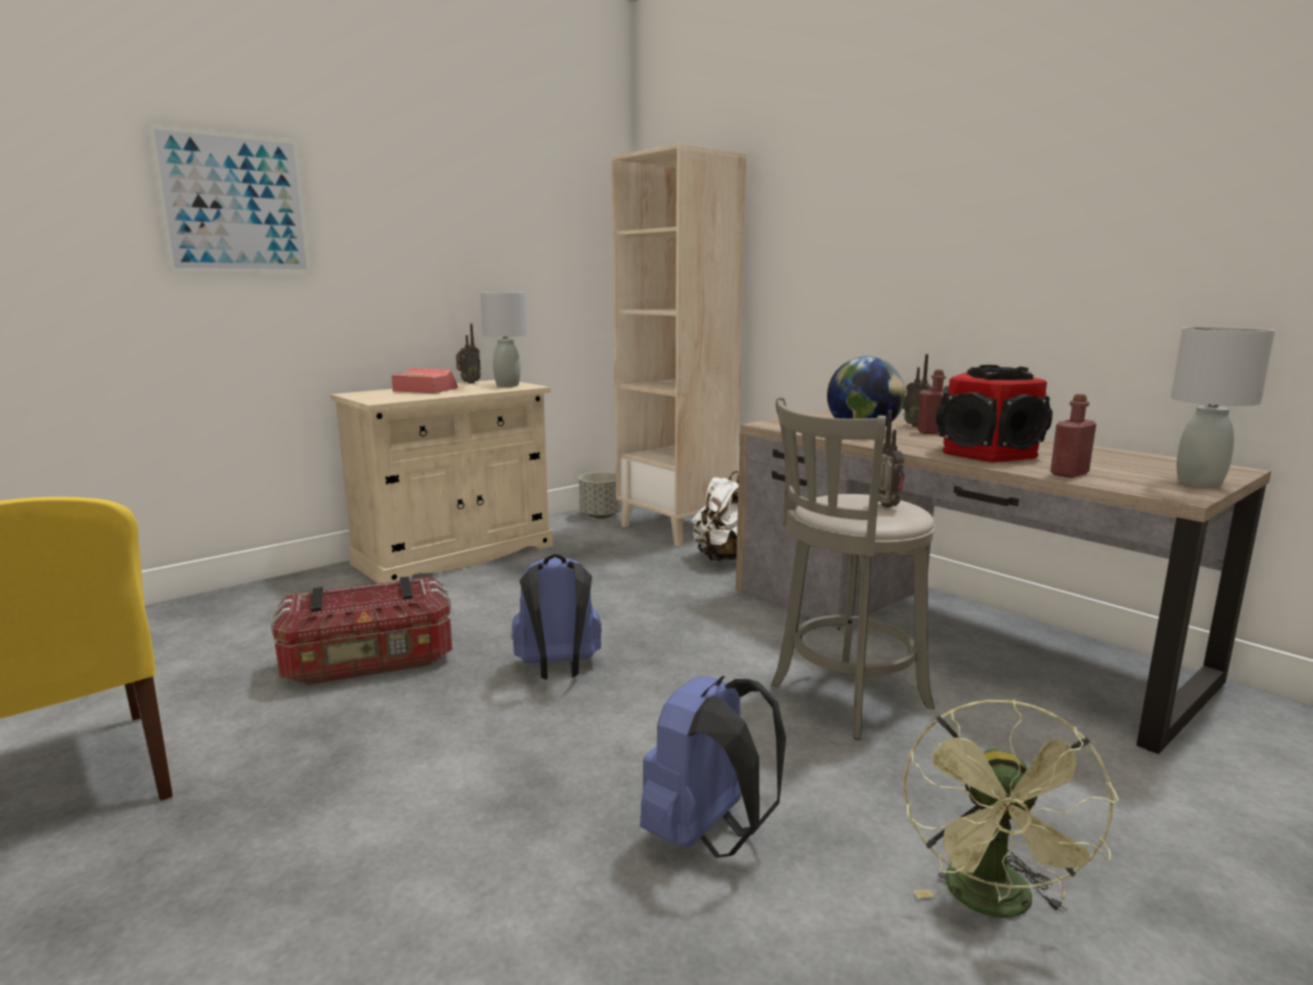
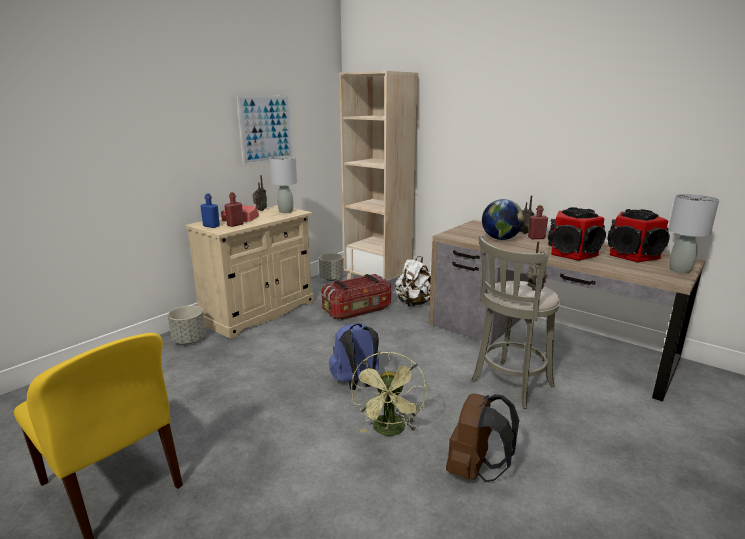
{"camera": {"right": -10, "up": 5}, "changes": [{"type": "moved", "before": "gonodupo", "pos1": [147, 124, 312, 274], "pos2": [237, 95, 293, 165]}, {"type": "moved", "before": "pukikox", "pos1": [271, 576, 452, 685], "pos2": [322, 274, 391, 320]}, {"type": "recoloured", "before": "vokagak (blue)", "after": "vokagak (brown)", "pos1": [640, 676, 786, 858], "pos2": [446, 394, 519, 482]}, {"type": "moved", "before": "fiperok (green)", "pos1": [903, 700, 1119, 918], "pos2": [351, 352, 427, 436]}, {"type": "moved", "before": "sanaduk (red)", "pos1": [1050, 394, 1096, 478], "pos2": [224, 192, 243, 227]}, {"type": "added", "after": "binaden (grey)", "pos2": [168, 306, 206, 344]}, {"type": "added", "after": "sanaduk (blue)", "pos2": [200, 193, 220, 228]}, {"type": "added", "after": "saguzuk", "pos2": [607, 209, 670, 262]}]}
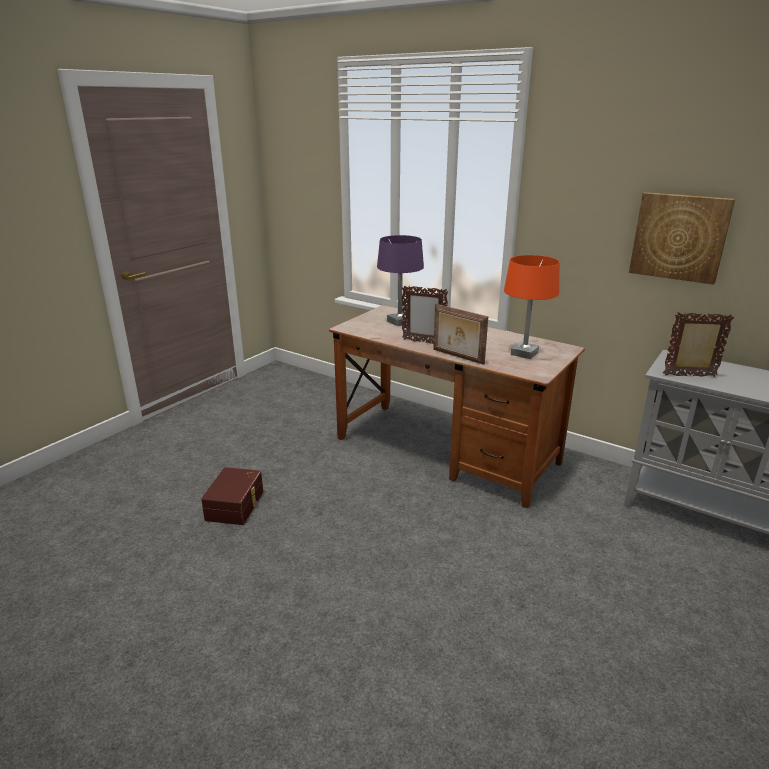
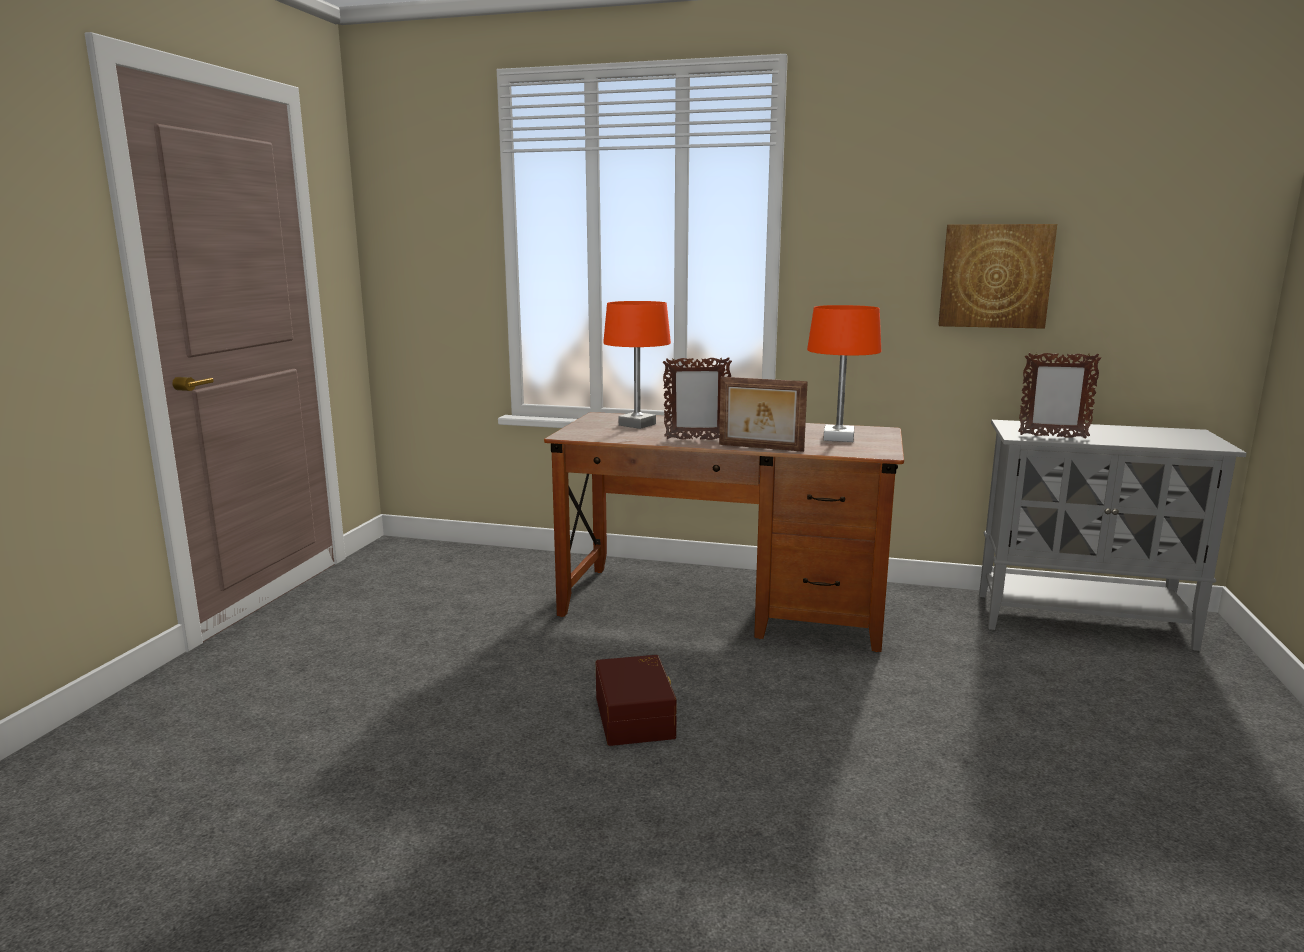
{"camera": {"right": -20, "up": -10}, "changes": [{"type": "moved", "before": "pukikox (brown)", "pos1": [201, 467, 263, 525], "pos2": [596, 655, 677, 746]}, {"type": "recoloured", "before": "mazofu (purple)", "after": "mazofu (orange)", "pos1": [377, 235, 424, 326], "pos2": [603, 301, 671, 429]}, {"type": "turned", "before": "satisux", "pos1": [663, 312, 734, 377], "pos2": [1018, 353, 1101, 439], "turn": -150}]}
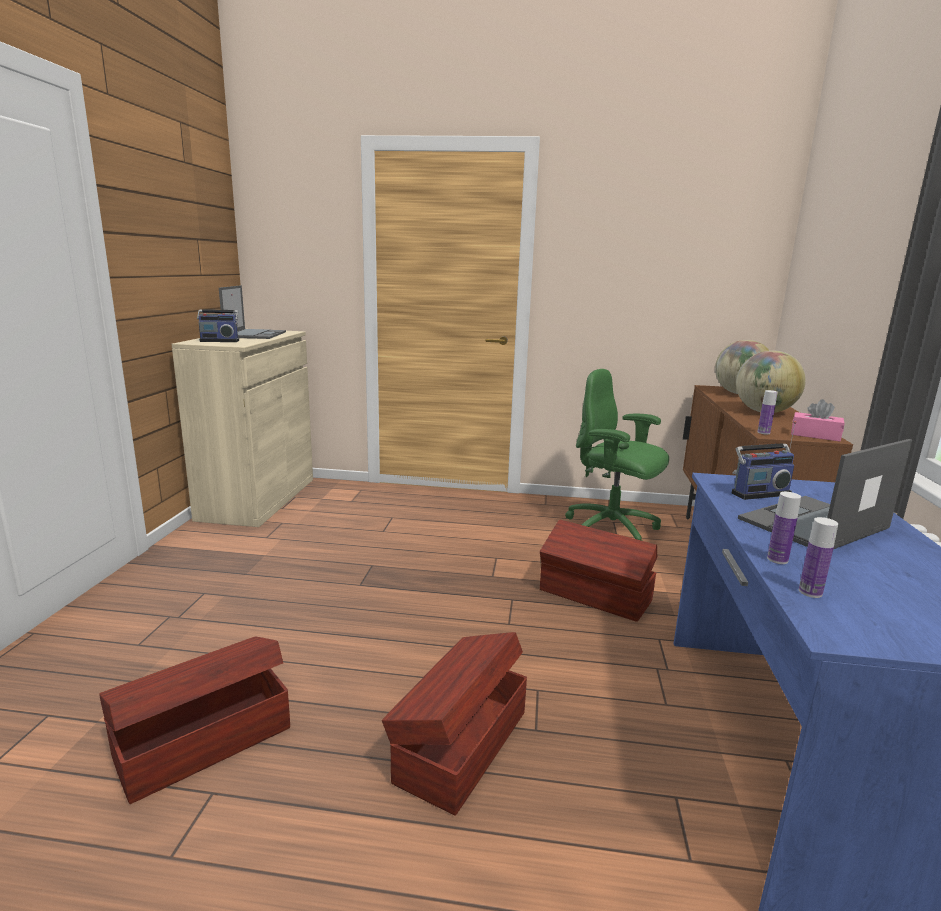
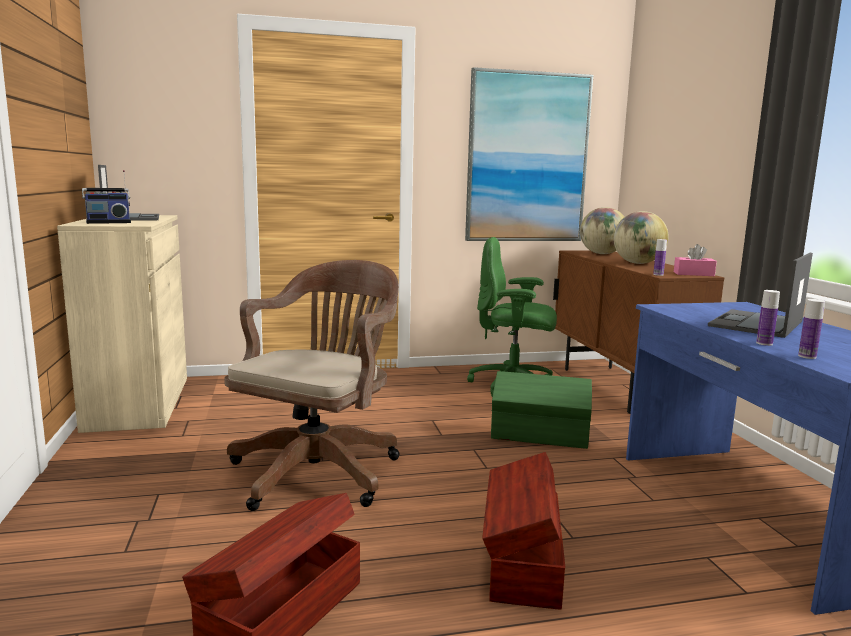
{"camera": {"right": -20, "up": -5}, "changes": [{"type": "recoloured", "before": "pukikox (brown)", "after": "pukikox (green)", "pos1": [540, 519, 658, 622], "pos2": [491, 371, 592, 449]}, {"type": "removed", "before": "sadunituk", "pos1": [732, 421, 797, 500]}, {"type": "added", "after": "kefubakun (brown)", "pos2": [224, 260, 400, 511]}, {"type": "added", "after": "gonodupo", "pos2": [465, 67, 593, 241]}]}
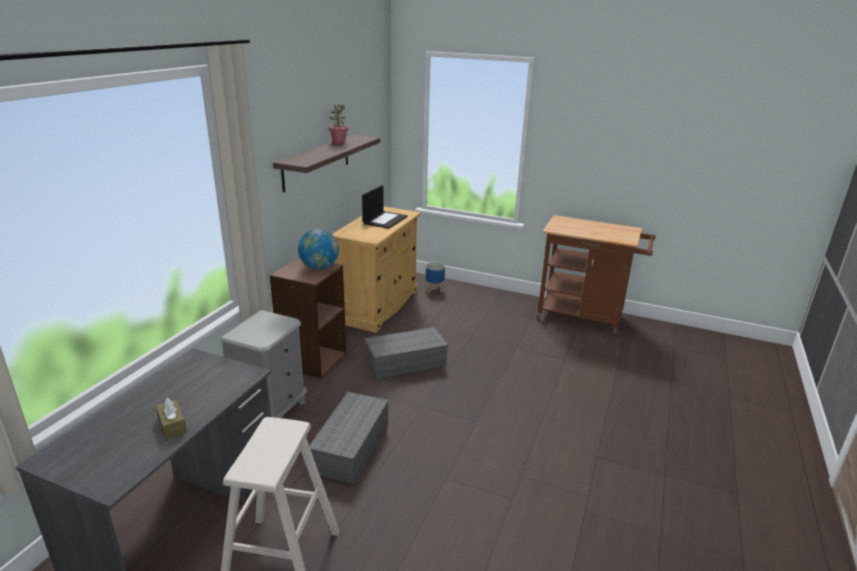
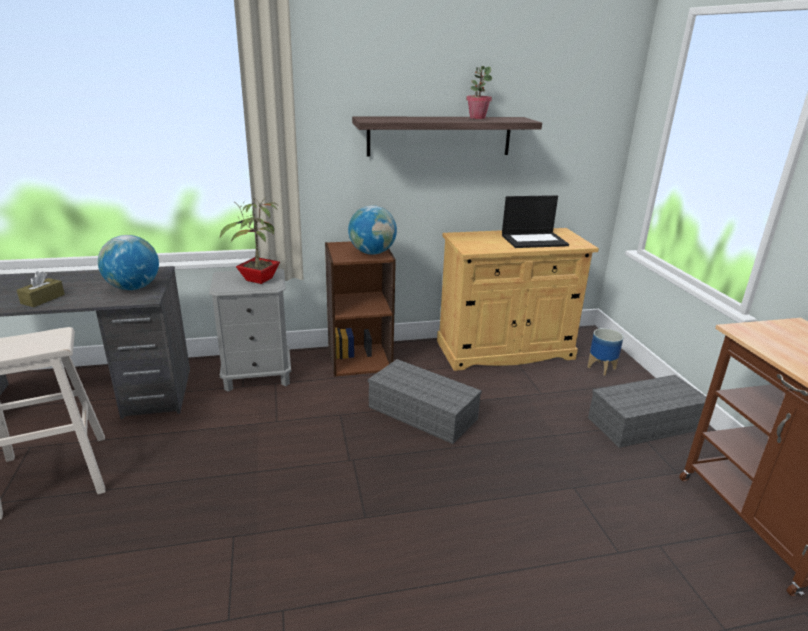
{"camera": {"right": 55, "up": 0}, "changes": [{"type": "moved", "before": "pukikox (grey)", "pos1": [309, 392, 389, 484], "pos2": [588, 375, 706, 448]}, {"type": "added", "after": "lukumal", "pos2": [98, 235, 159, 290]}, {"type": "added", "after": "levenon", "pos2": [220, 197, 280, 284]}]}
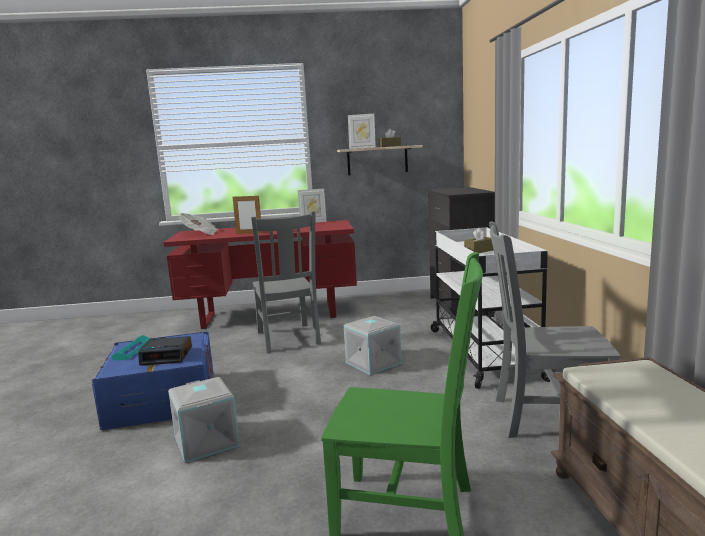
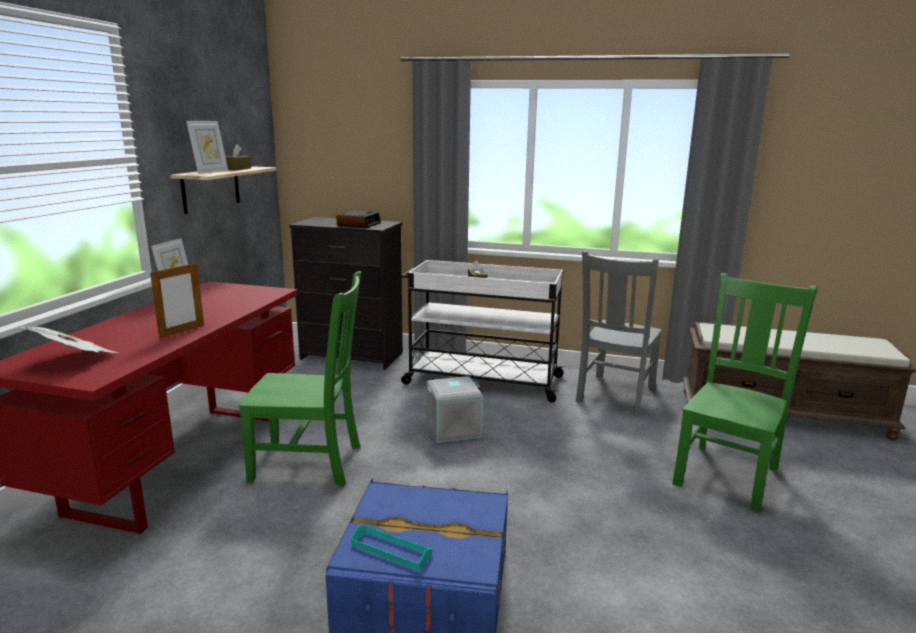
{"camera": {"right": -70, "up": 5}, "changes": [{"type": "moved", "before": "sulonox", "pos1": [138, 336, 192, 366], "pos2": [336, 211, 381, 228]}, {"type": "removed", "before": "pukikox (grey)", "pos1": [168, 377, 240, 463]}, {"type": "recoloured", "before": "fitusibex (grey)", "after": "fitusibex (green)", "pos1": [251, 211, 321, 353], "pos2": [239, 271, 361, 486]}]}
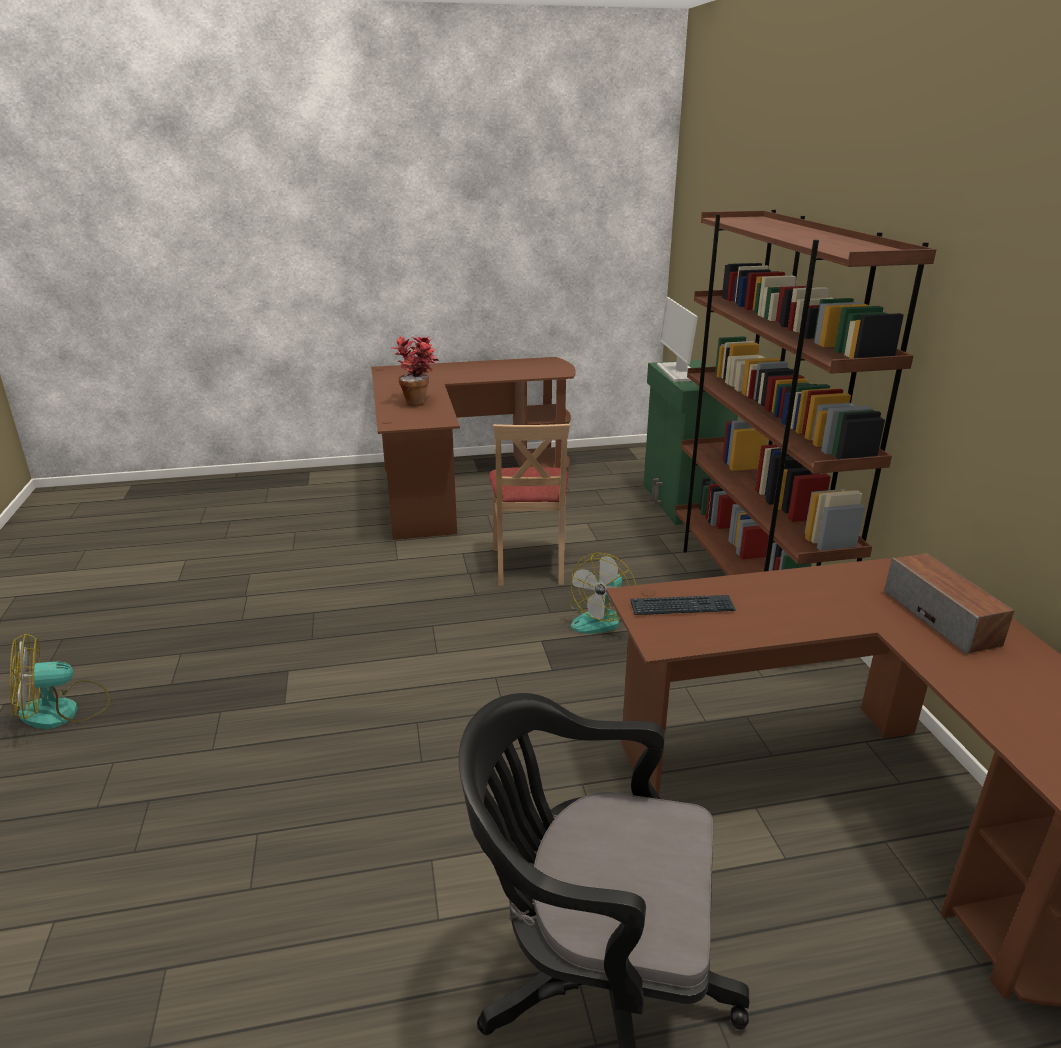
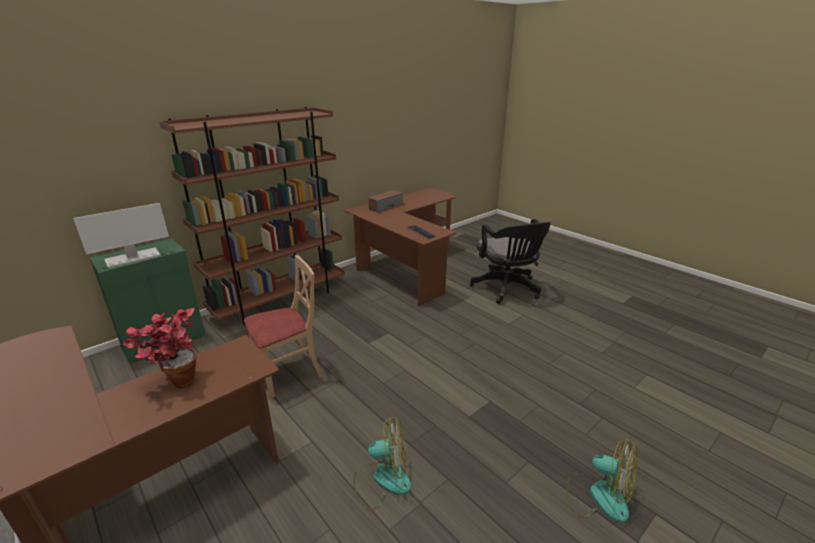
{"camera": {"right": -120, "up": 0}, "changes": [{"type": "moved", "before": "fiperok", "pos1": [570, 553, 636, 633], "pos2": [353, 417, 411, 510]}]}
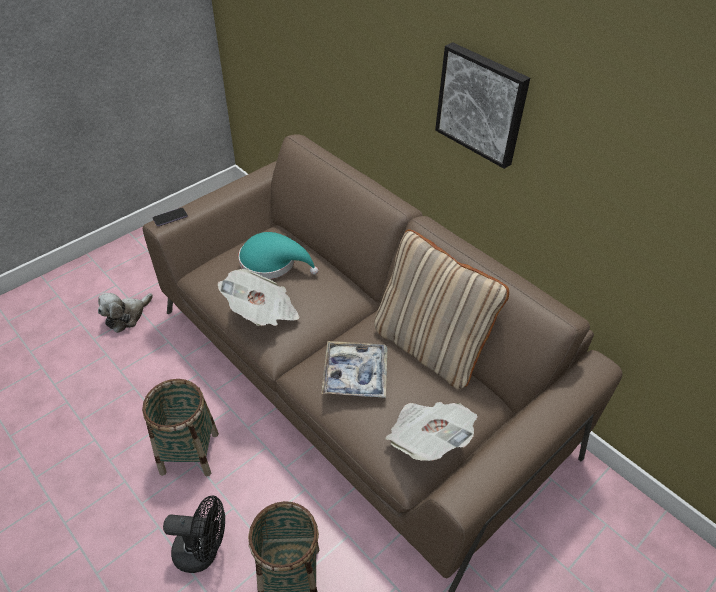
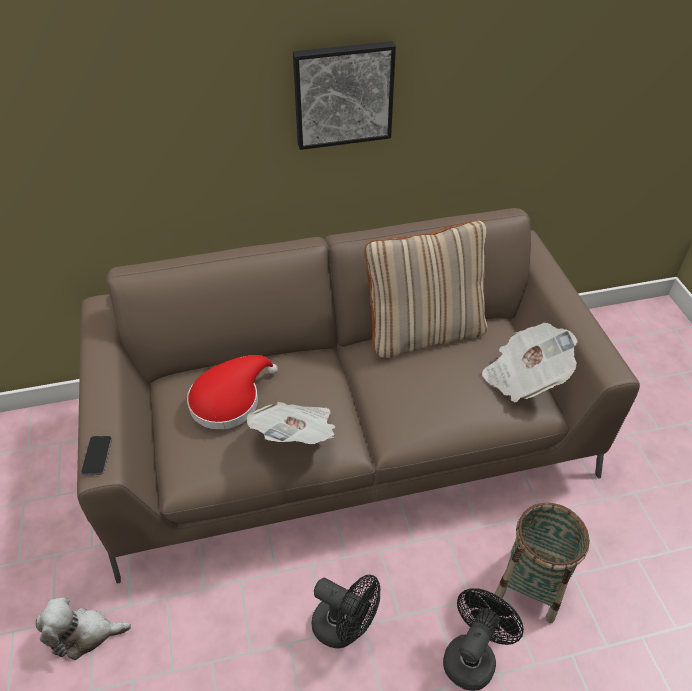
{"camera": {"right": -60, "up": 0}, "changes": [{"type": "turned", "before": "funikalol", "pos1": [98, 293, 153, 333], "pos2": [36, 597, 131, 660], "turn": 105}, {"type": "replaced", "before": "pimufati", "after": "fiperok (black)", "pos1": [142, 379, 219, 476], "pos2": [312, 575, 380, 648]}, {"type": "recoloured", "before": "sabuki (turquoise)", "after": "sabuki (red)", "pos1": [239, 232, 319, 279], "pos2": [187, 355, 278, 430]}, {"type": "removed", "before": "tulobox", "pos1": [321, 341, 387, 398]}]}
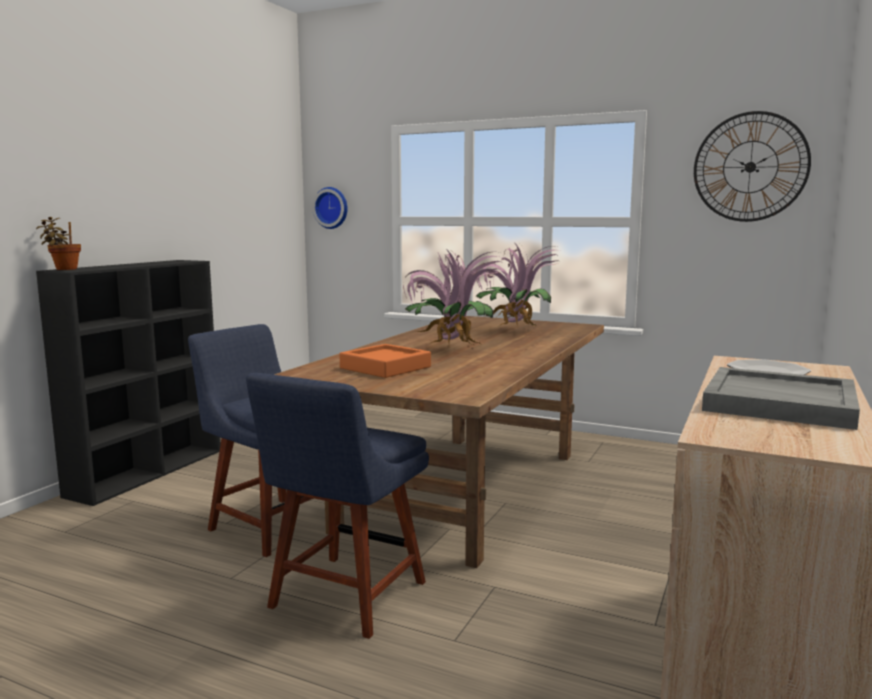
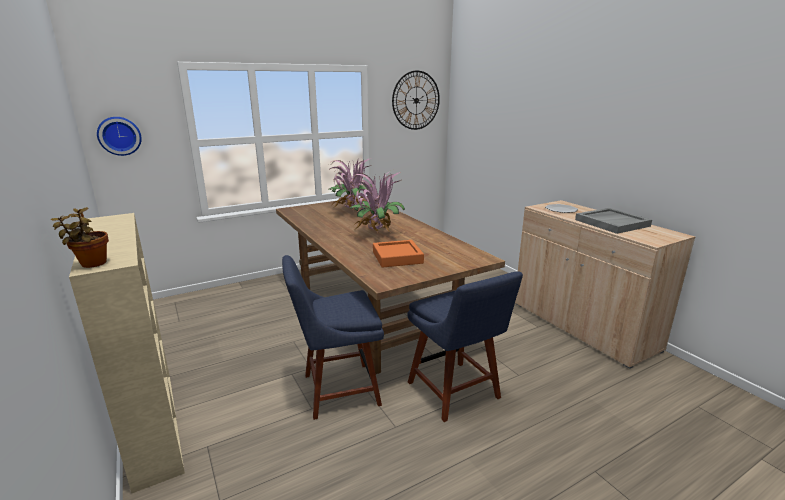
{"camera": {"right": -55, "up": 10}, "changes": [{"type": "recoloured", "before": "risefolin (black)", "after": "risefolin (beige)", "pos1": [36, 260, 221, 506], "pos2": [69, 213, 185, 493]}]}
